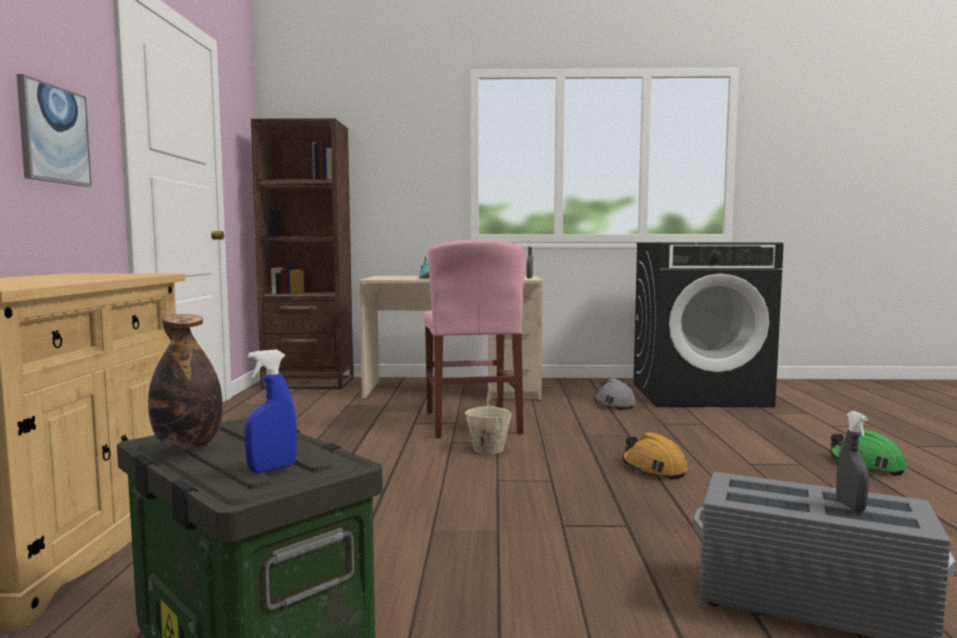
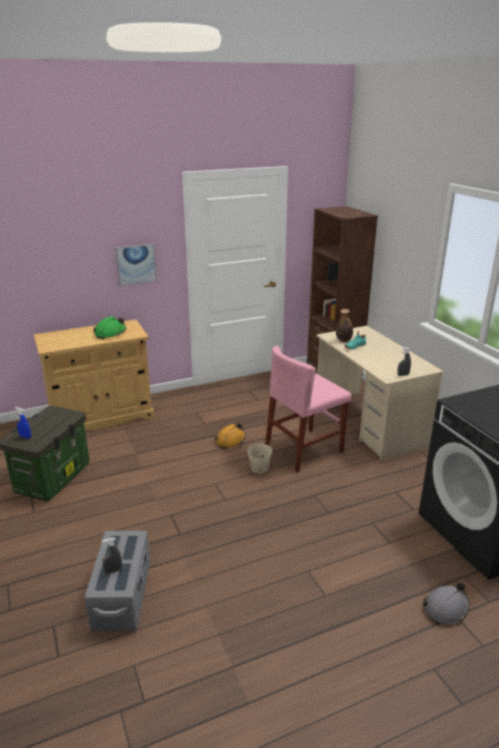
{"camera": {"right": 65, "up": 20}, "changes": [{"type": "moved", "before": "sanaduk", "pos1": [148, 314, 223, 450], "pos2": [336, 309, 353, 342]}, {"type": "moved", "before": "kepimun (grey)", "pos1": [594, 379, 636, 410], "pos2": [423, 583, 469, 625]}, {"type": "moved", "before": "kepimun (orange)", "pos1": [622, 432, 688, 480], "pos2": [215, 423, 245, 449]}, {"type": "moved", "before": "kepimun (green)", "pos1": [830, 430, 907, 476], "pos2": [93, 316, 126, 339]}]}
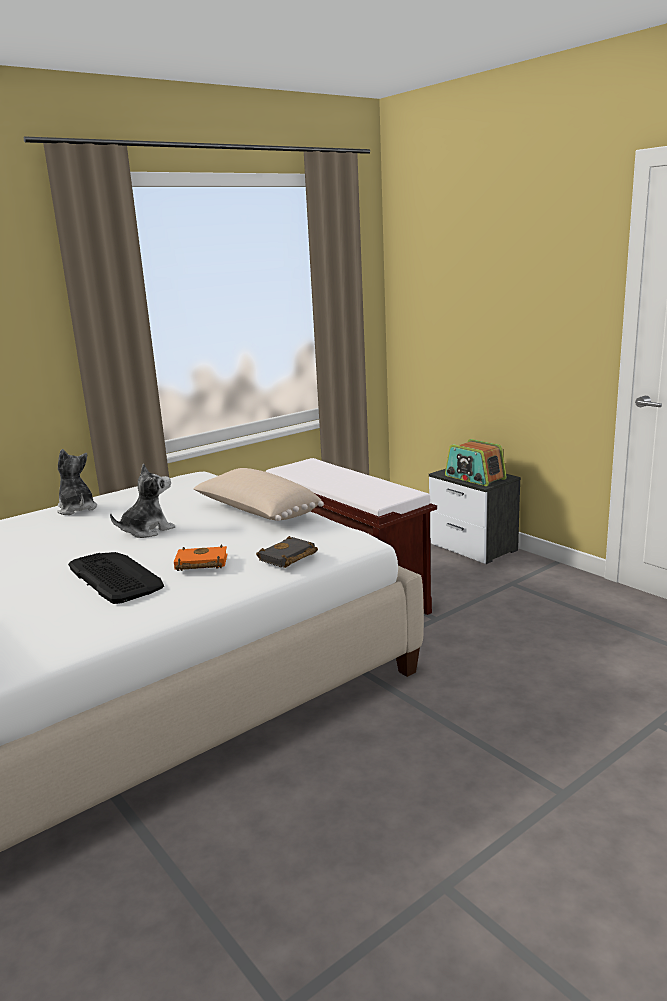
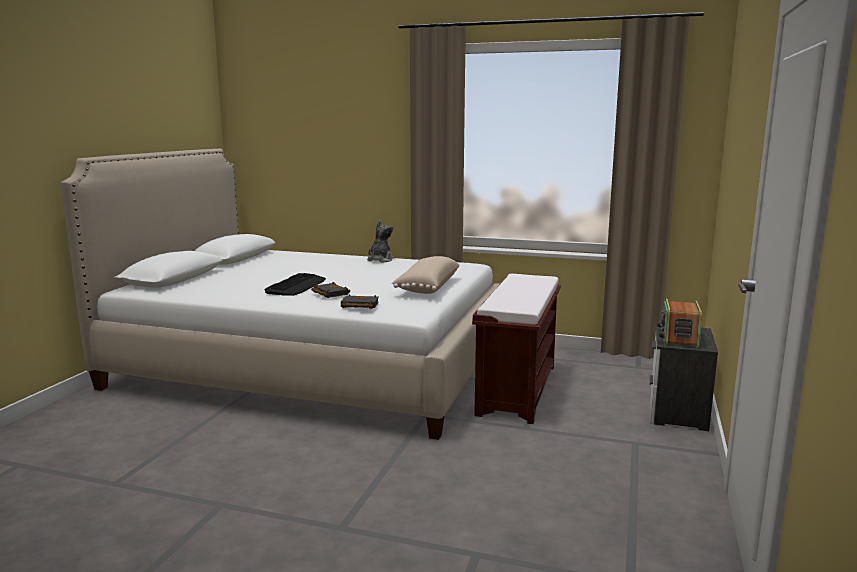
{"camera": {"right": 55, "up": -5}, "changes": [{"type": "removed", "before": "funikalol", "pos1": [110, 464, 175, 538]}, {"type": "recoloured", "before": "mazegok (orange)", "after": "mazegok (black)", "pos1": [174, 545, 227, 571], "pos2": [311, 282, 350, 298]}]}
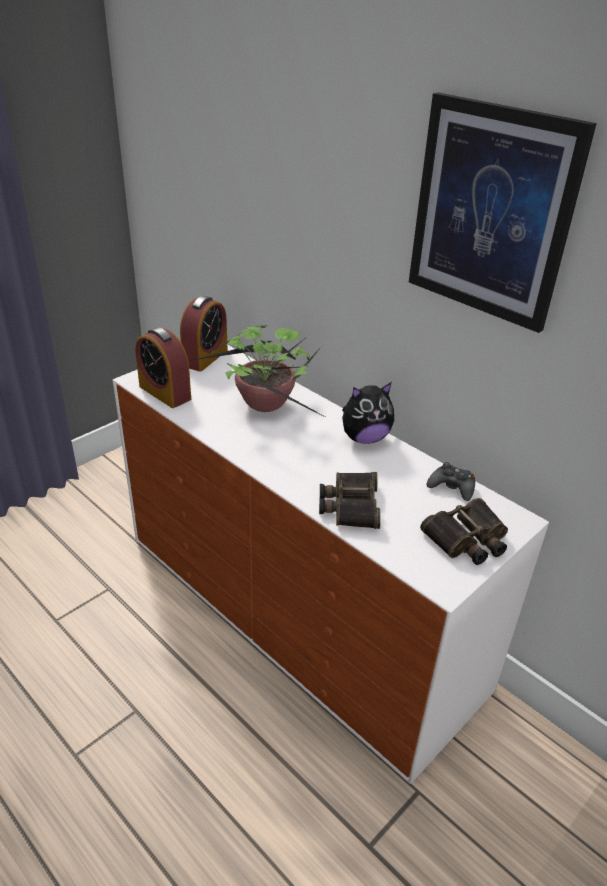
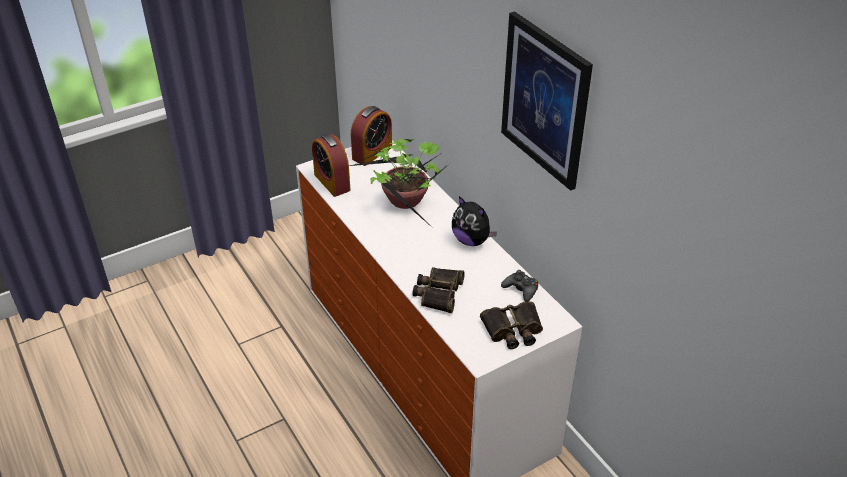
{"camera": {"right": 15, "up": 5}, "changes": [{"type": "turned", "before": "funikalol", "pos1": [342, 382, 394, 444], "pos2": [452, 196, 497, 246], "turn": 45}]}
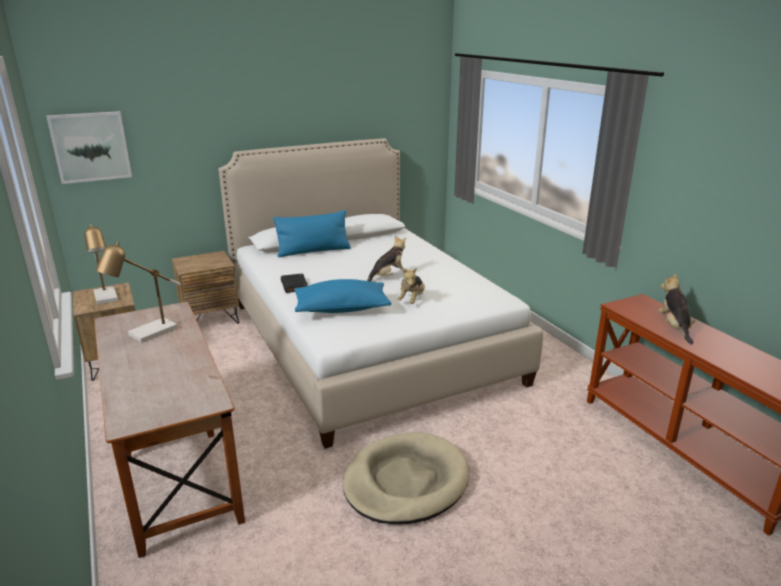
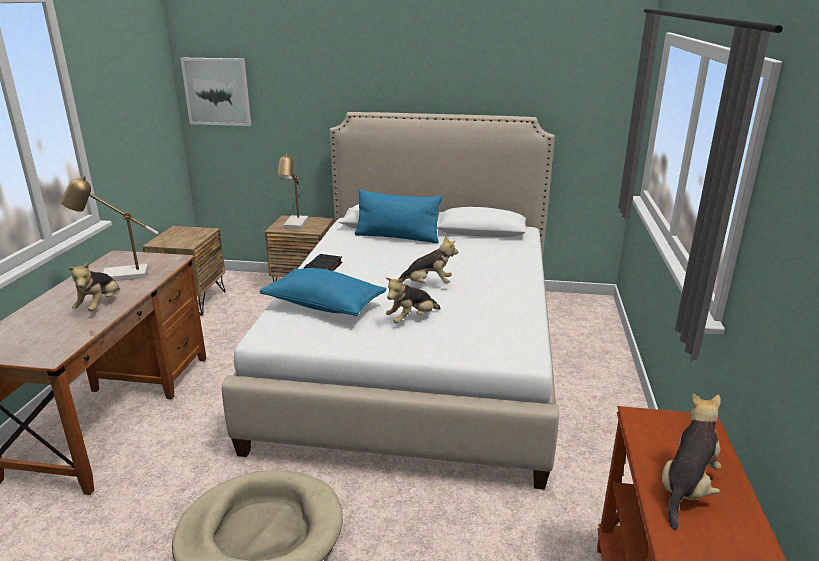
{"camera": {"right": 35, "up": 0}, "changes": [{"type": "moved", "before": "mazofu", "pos1": [84, 224, 118, 305], "pos2": [277, 153, 308, 229]}, {"type": "added", "after": "funikalol", "pos2": [68, 262, 120, 311]}]}
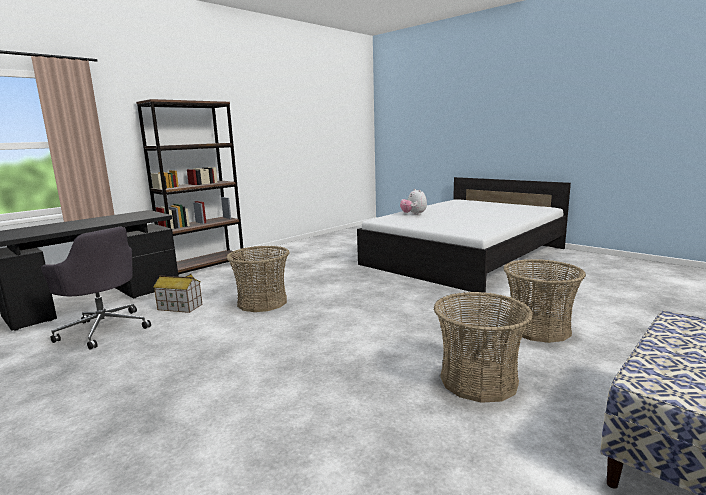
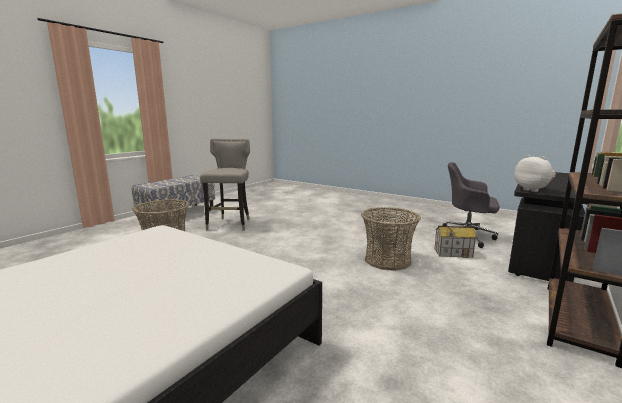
{"camera": {"right": 170, "up": 0}, "changes": [{"type": "moved", "before": "funikalol", "pos1": [400, 189, 427, 215], "pos2": [514, 155, 556, 192]}, {"type": "replaced", "before": "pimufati", "after": "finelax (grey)", "pos1": [434, 292, 533, 403], "pos2": [200, 139, 250, 231]}]}
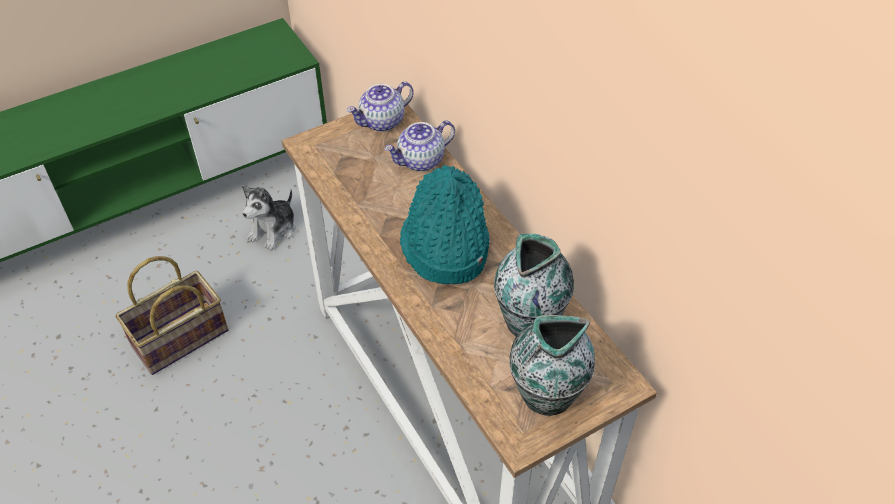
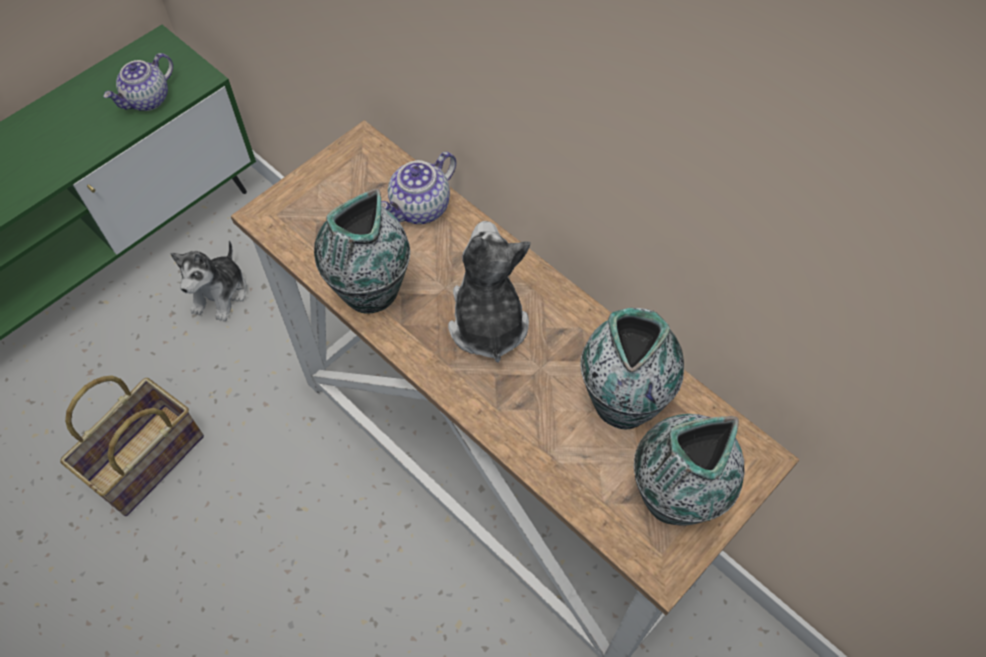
{"camera": {"right": -15, "up": 10}, "changes": [{"type": "moved", "before": "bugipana", "pos1": [347, 81, 414, 132], "pos2": [103, 53, 173, 111]}, {"type": "replaced", "before": "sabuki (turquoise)", "after": "funikalol", "pos1": [400, 165, 490, 284], "pos2": [448, 221, 530, 362]}, {"type": "added", "after": "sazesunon", "pos2": [314, 188, 410, 314]}]}
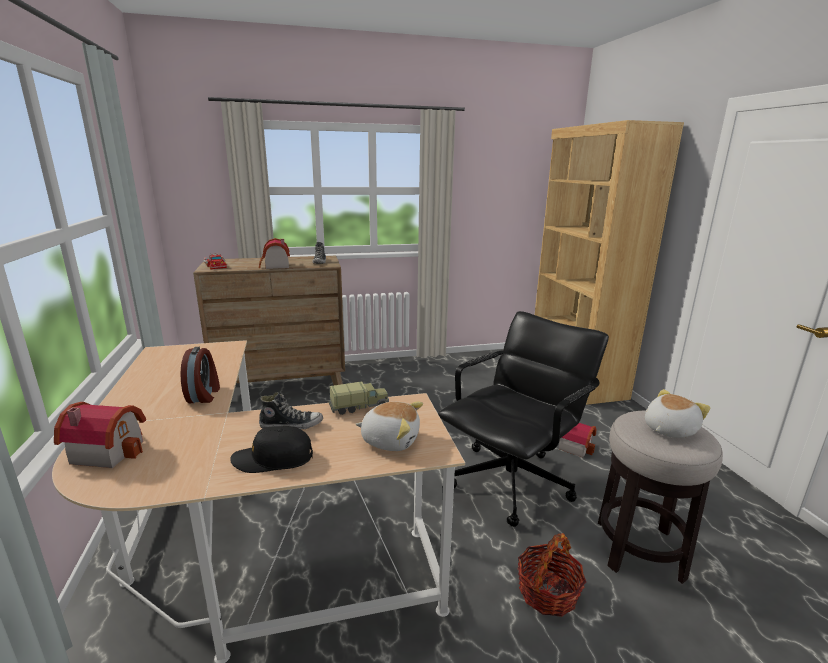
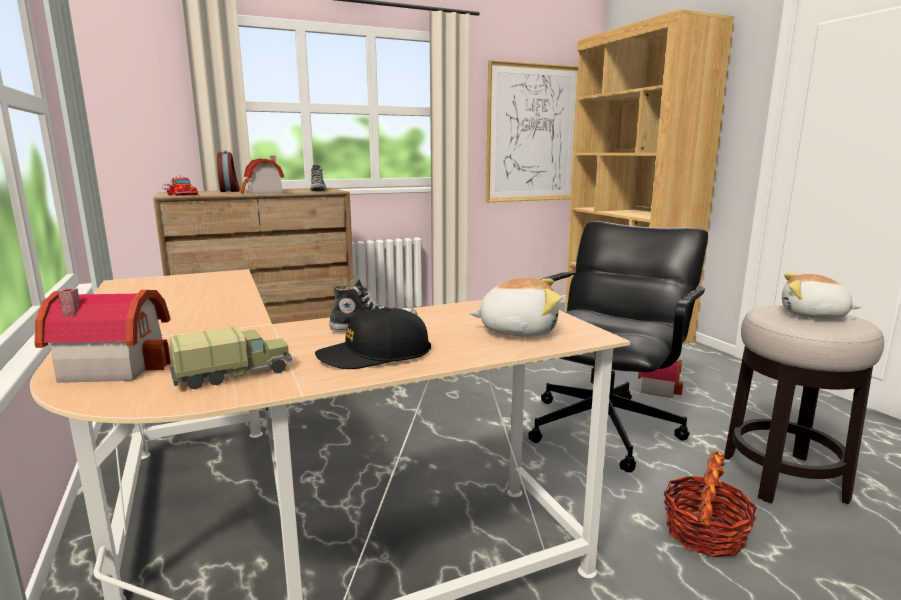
{"camera": {"right": -10, "up": -5}, "changes": [{"type": "moved", "before": "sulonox", "pos1": [180, 347, 220, 403], "pos2": [217, 151, 240, 192]}, {"type": "moved", "before": "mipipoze", "pos1": [329, 381, 389, 415], "pos2": [170, 327, 292, 389]}, {"type": "turned", "before": "funikalol", "pos1": [645, 389, 711, 438], "pos2": [782, 273, 862, 319], "turn": -105}, {"type": "added", "after": "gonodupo", "pos2": [486, 60, 578, 202]}]}
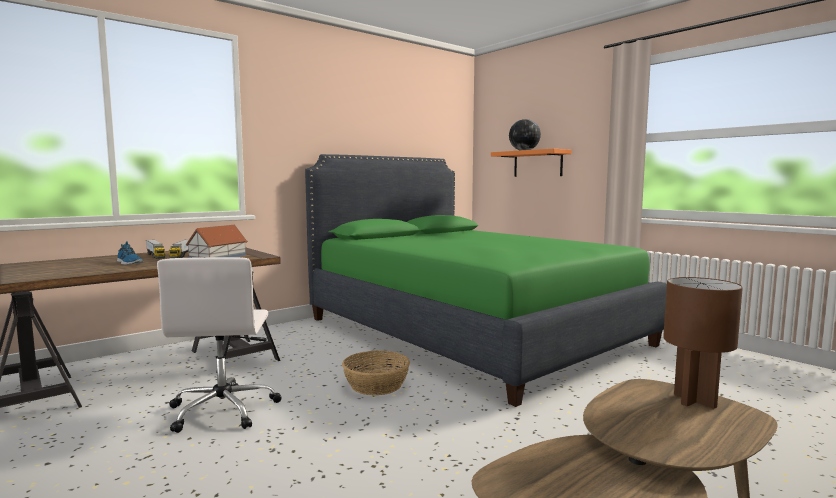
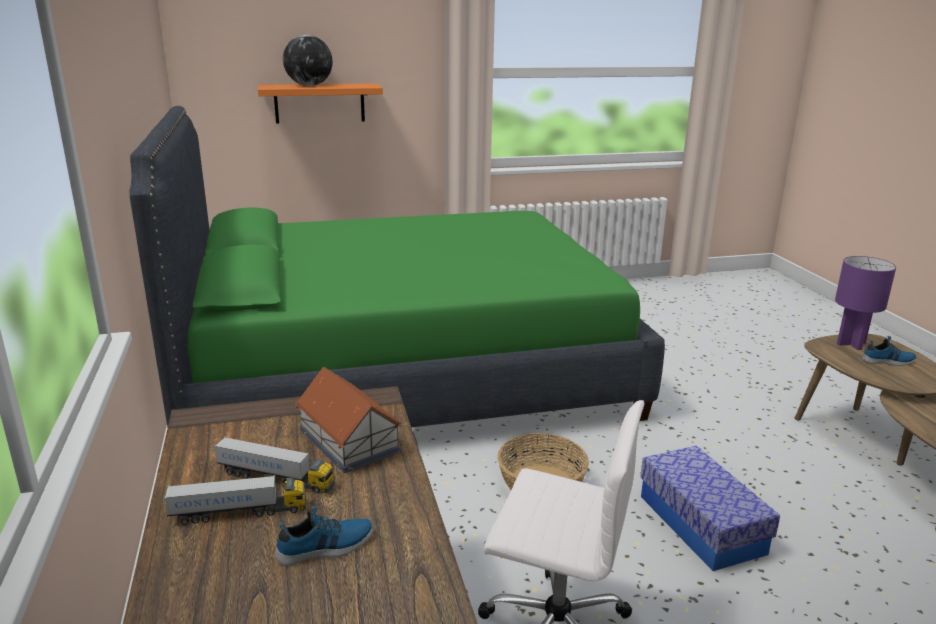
{"camera": {"right": -65, "up": 15}, "changes": [{"type": "recoloured", "before": "mazofu (brown)", "after": "mazofu (purple)", "pos1": [663, 277, 743, 409], "pos2": [835, 256, 896, 350]}, {"type": "added", "after": "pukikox", "pos2": [640, 446, 780, 571]}, {"type": "added", "after": "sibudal", "pos2": [862, 336, 916, 366]}]}
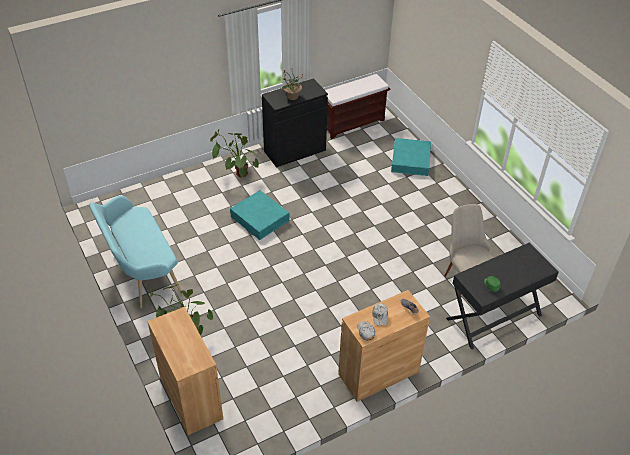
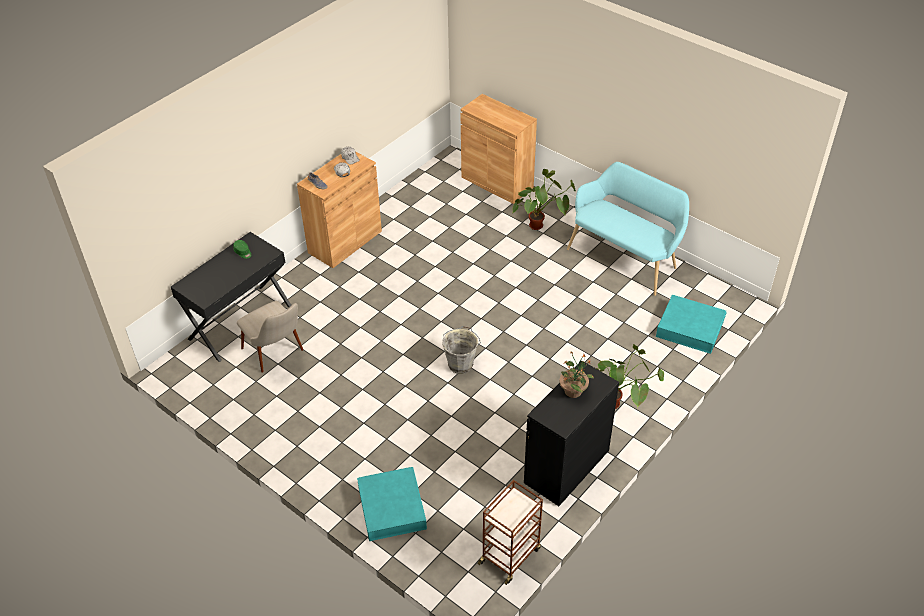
{"camera": {"right": 160, "up": 0}, "changes": [{"type": "moved", "before": "pukikox (turquoise)", "pos1": [230, 190, 289, 240], "pos2": [656, 295, 727, 354]}, {"type": "replaced", "before": "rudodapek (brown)", "after": "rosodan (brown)", "pos1": [325, 74, 390, 139], "pos2": [477, 480, 543, 585]}, {"type": "added", "after": "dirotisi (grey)", "pos2": [442, 326, 481, 374]}]}
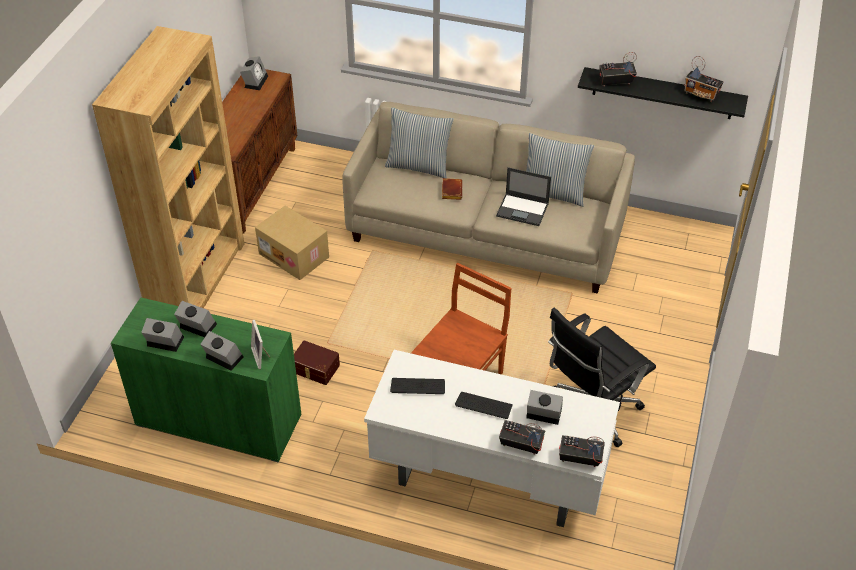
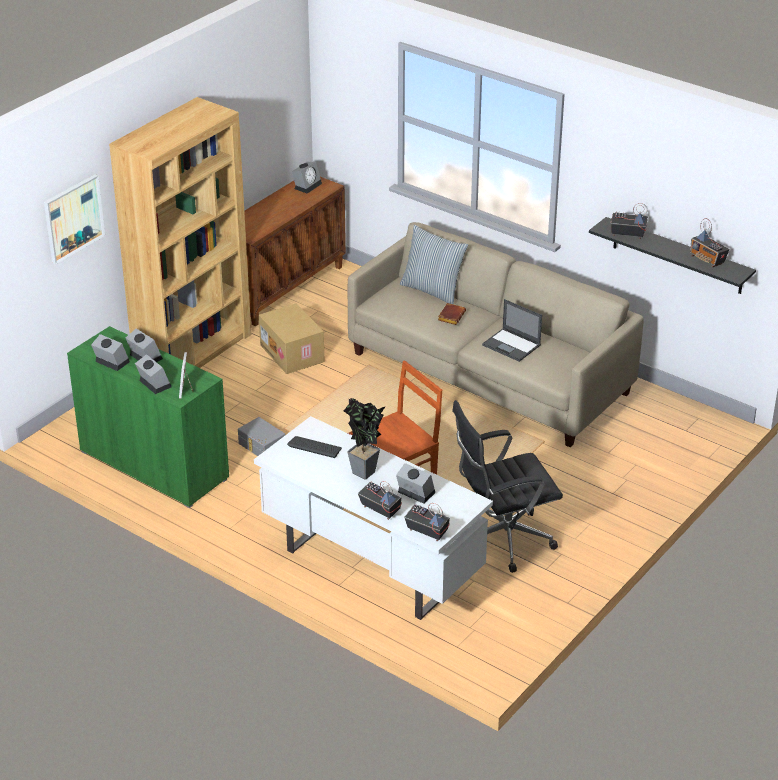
{"camera": {"right": 20, "up": -10}, "changes": [{"type": "recoloured", "before": "pukikox (brown)", "after": "pukikox (grey)", "pos1": [294, 340, 340, 385], "pos2": [238, 417, 285, 456]}, {"type": "replaced", "before": "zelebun", "after": "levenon", "pos1": [455, 392, 512, 419], "pos2": [344, 398, 386, 479]}, {"type": "removed", "before": "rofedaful", "pos1": [526, 133, 594, 207]}, {"type": "added", "after": "gonodupo", "pos2": [44, 174, 105, 264]}]}
